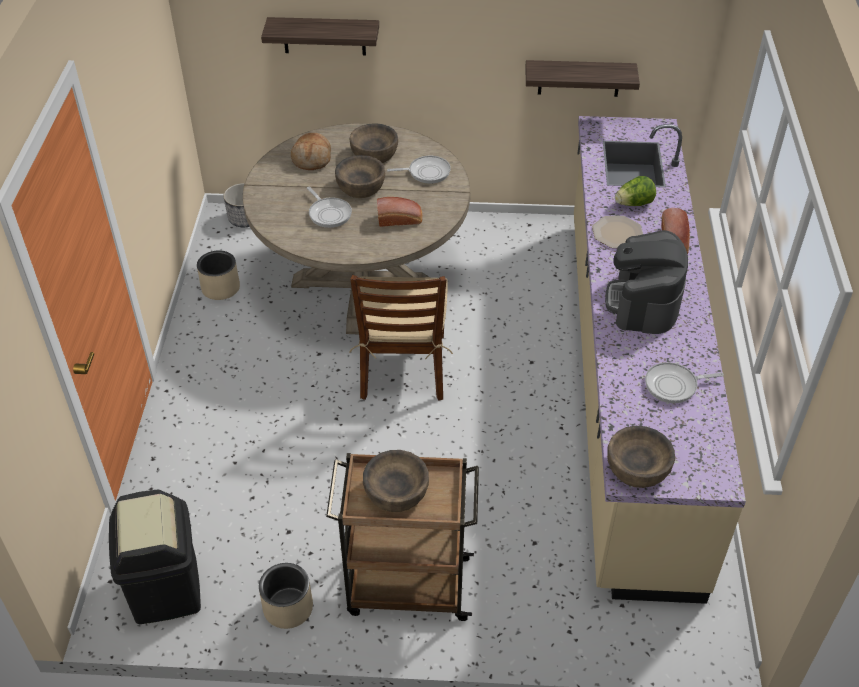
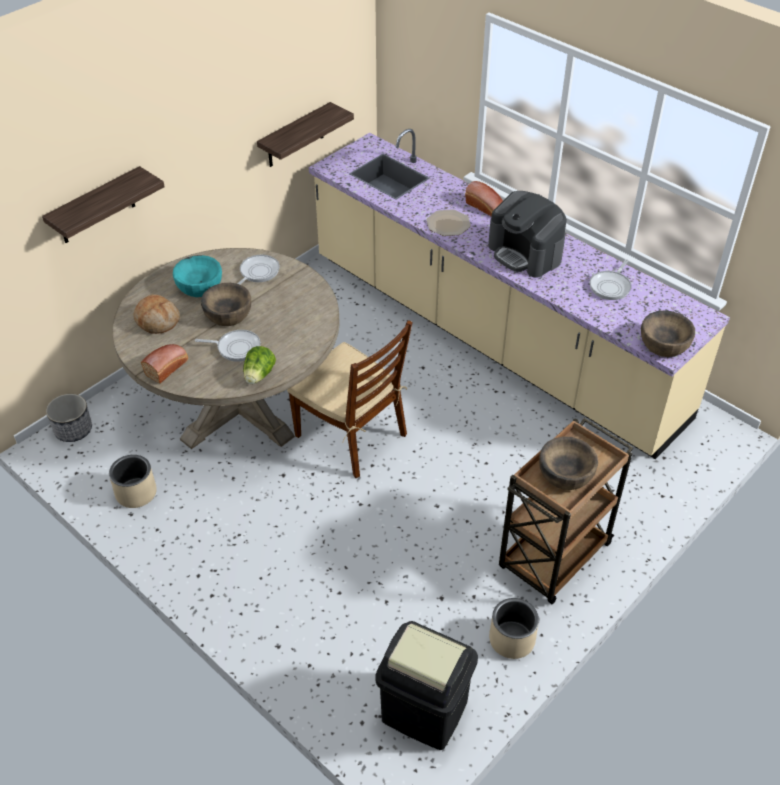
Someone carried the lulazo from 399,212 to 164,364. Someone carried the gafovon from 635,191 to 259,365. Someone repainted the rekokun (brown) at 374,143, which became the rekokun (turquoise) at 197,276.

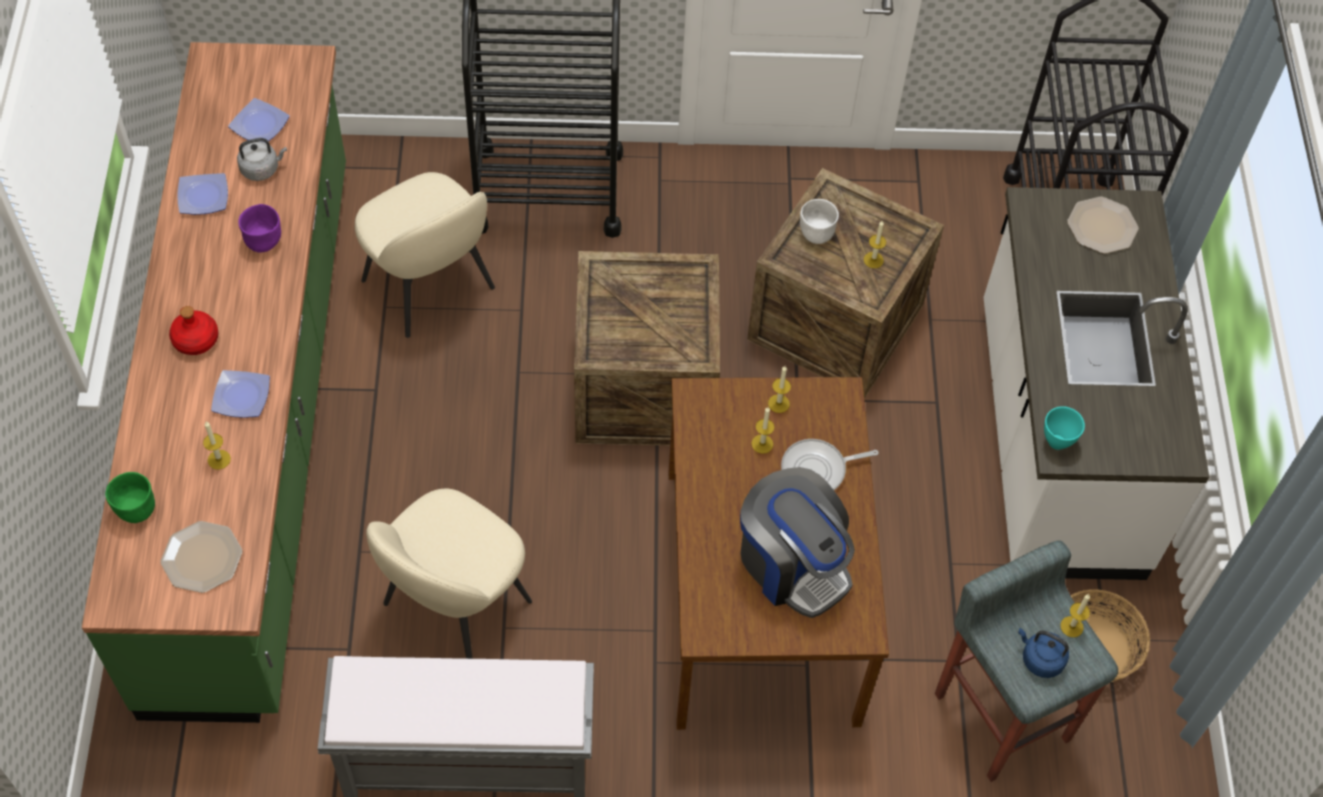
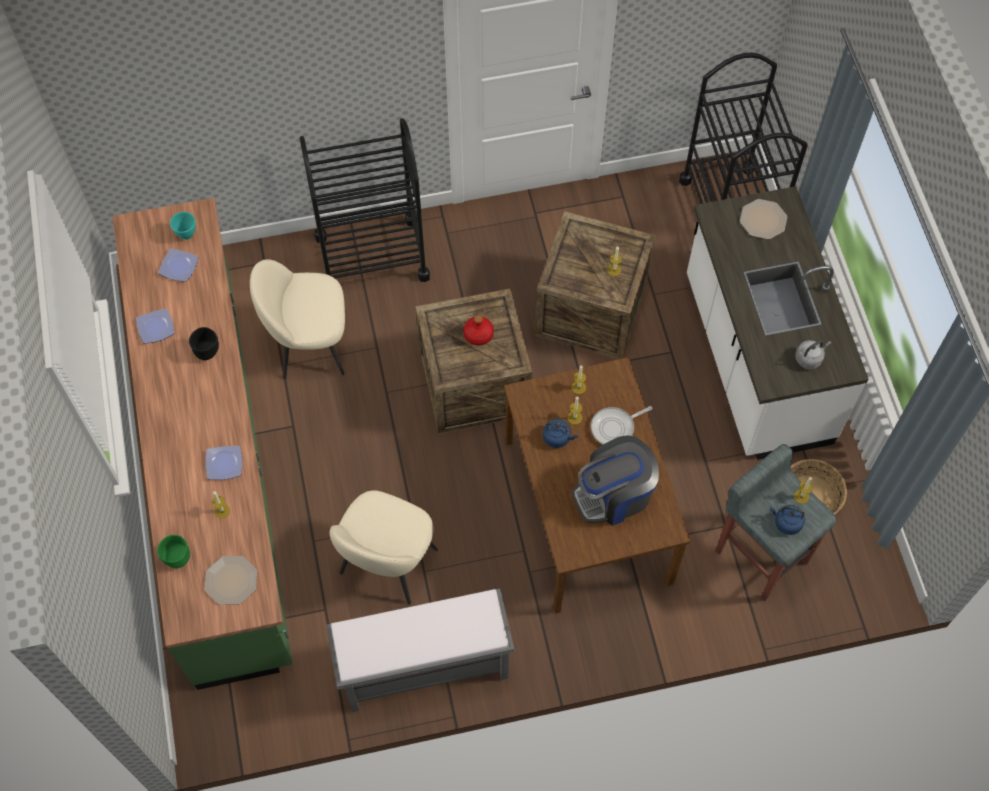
Someone took away the rekokun (white) at 819,221. Someone put down the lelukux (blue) at 560,433. Someone carried the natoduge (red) from 194,330 to 478,330. Someone carried the lelukux (grey) from 262,159 to 813,354. Someone carried the rekokun (turquoise) from 1064,428 to 183,226. Someone repainted the rekokun (purple) at 259,228, which became the rekokun (black) at 204,343. Someone rotated the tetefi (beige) at 425,255 by 135 degrees clockwise. Someone rotated the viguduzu at 797,542 by 120 degrees clockwise.

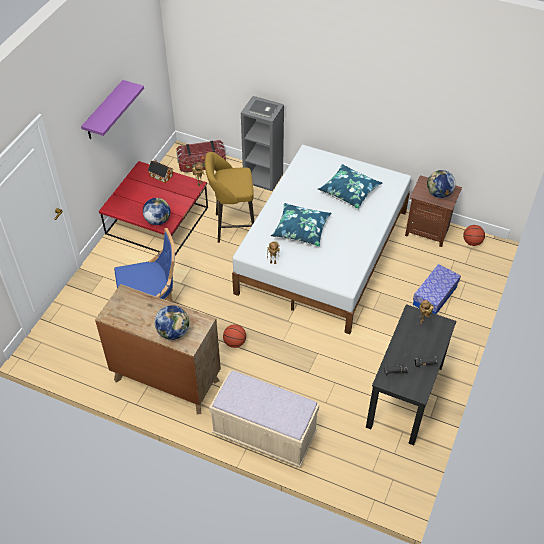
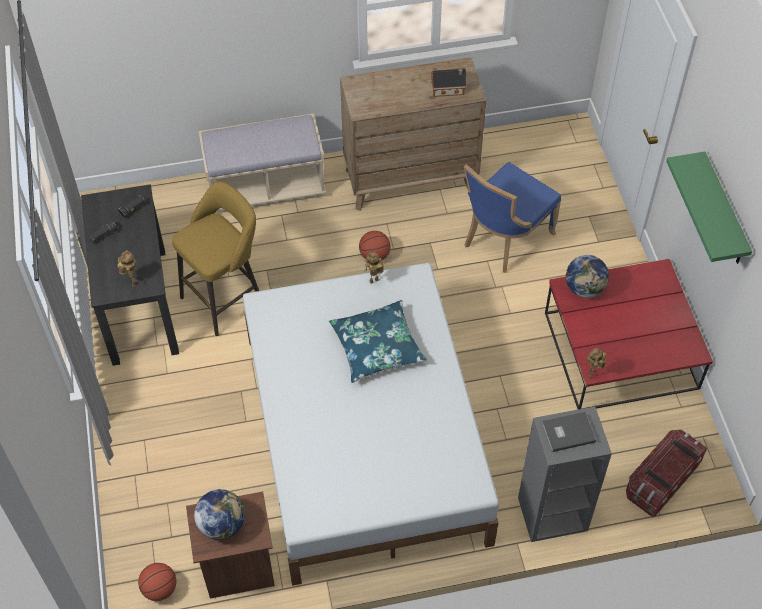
Someone took away the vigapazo at 172,322. Someone took away the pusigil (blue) at 350,186. Someone took away the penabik at 437,289. Someone carried the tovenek from 160,171 to 449,82. Someone carried the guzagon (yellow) from 229,197 to 215,258. Someone repainted the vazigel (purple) at 112,109, which became the vazigel (green) at 709,208.

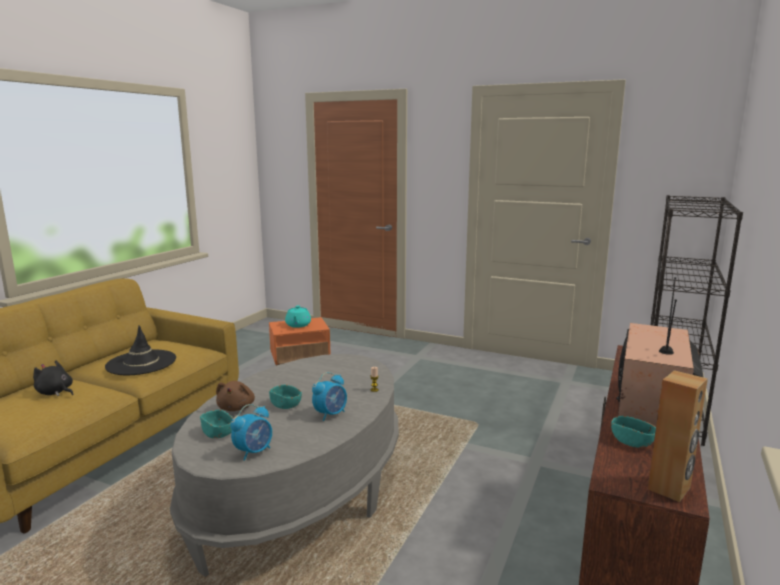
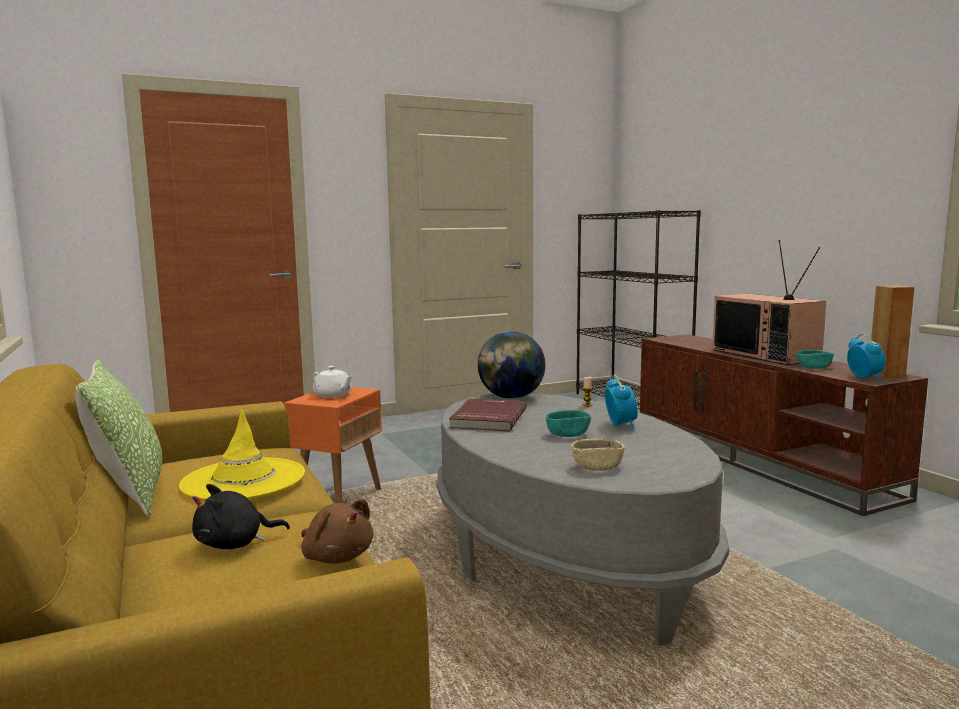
Someone put down the pusigil at 119,438. Someone put down the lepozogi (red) at 487,415. Someone put down the vigapazo at 511,365. Someone carried the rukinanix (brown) from 235,396 to 337,531. Someone carried the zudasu from 251,432 to 866,357. Someone repainted the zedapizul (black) at 140,350, which became the zedapizul (yellow) at 242,454. Someone repainted the rekokun (turquoise) at 216,424, which became the rekokun (beige) at 598,455. Someone repainted the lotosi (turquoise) at 298,316, which became the lotosi (white) at 333,382.

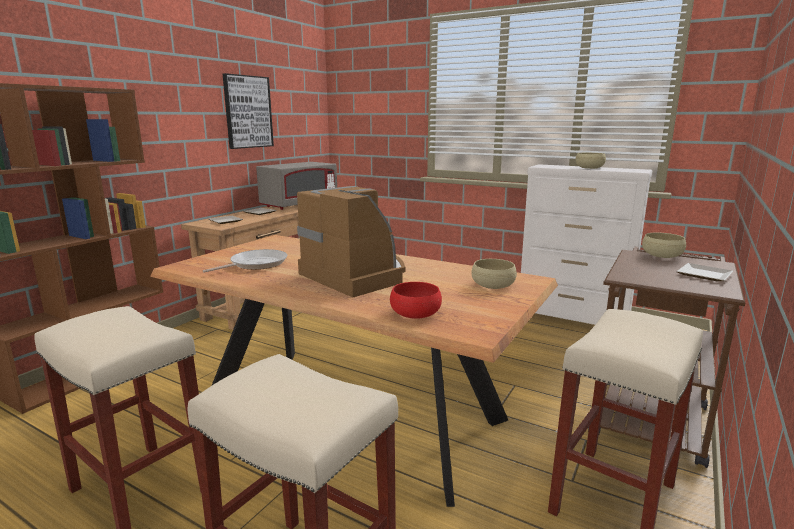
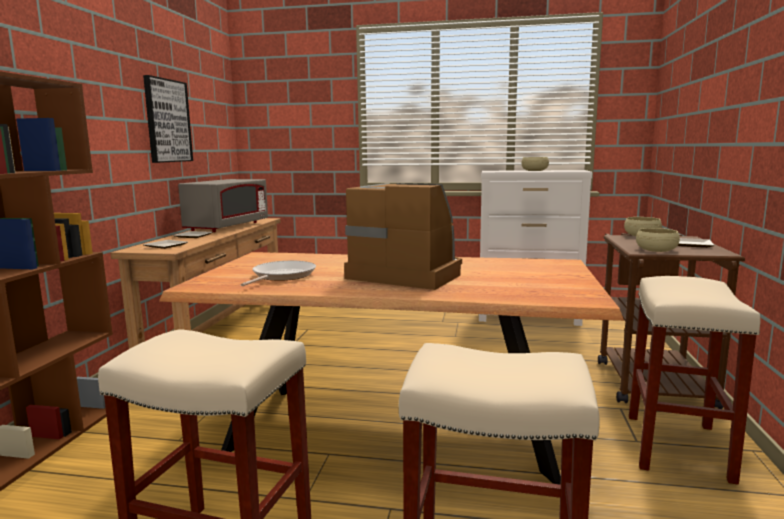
Someone took away the rekokun (red) at 416,300. Someone carried the rekokun (beige) from 494,274 to 658,240.

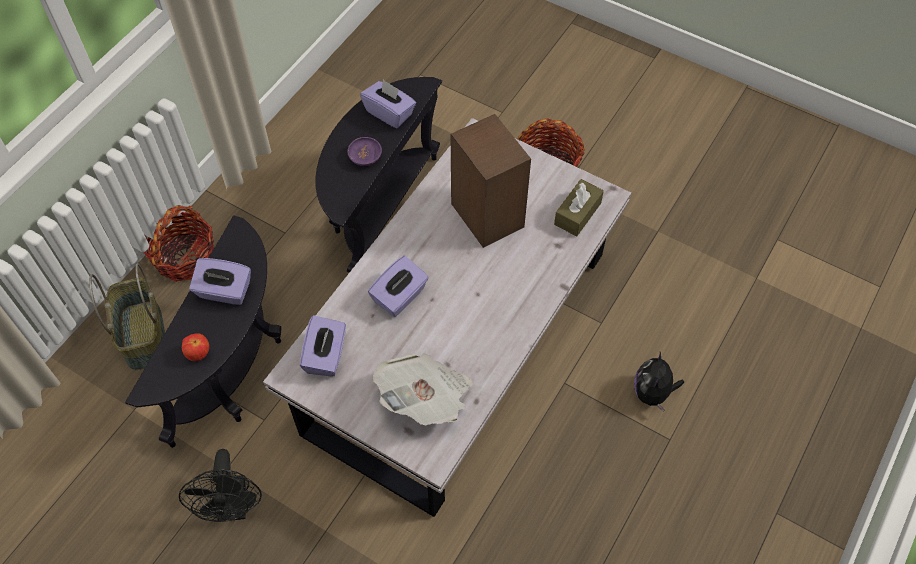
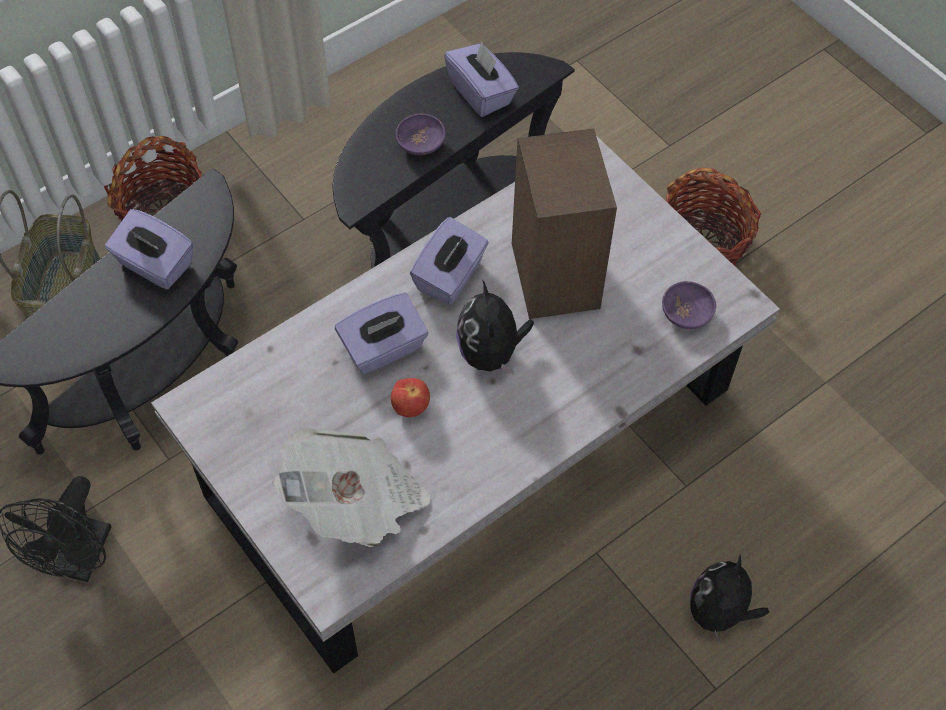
Someone put down the rukinanix at 495,328. Someone carried the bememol from 195,347 to 410,398. Someone carried the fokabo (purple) from 323,346 to 449,261. Someone swapped the fokabo (brown) at 579,207 for the rekokun (purple) at 689,305.

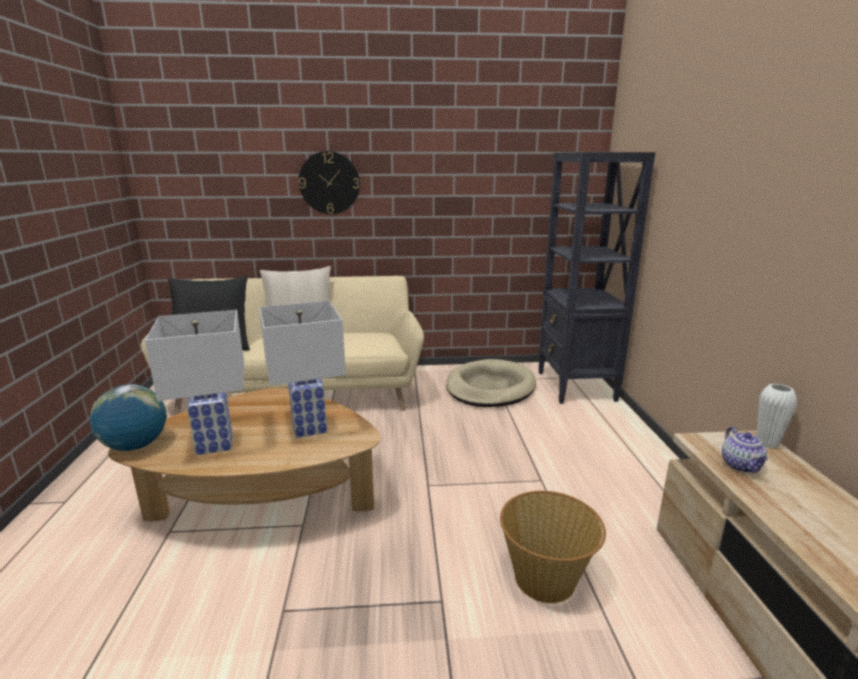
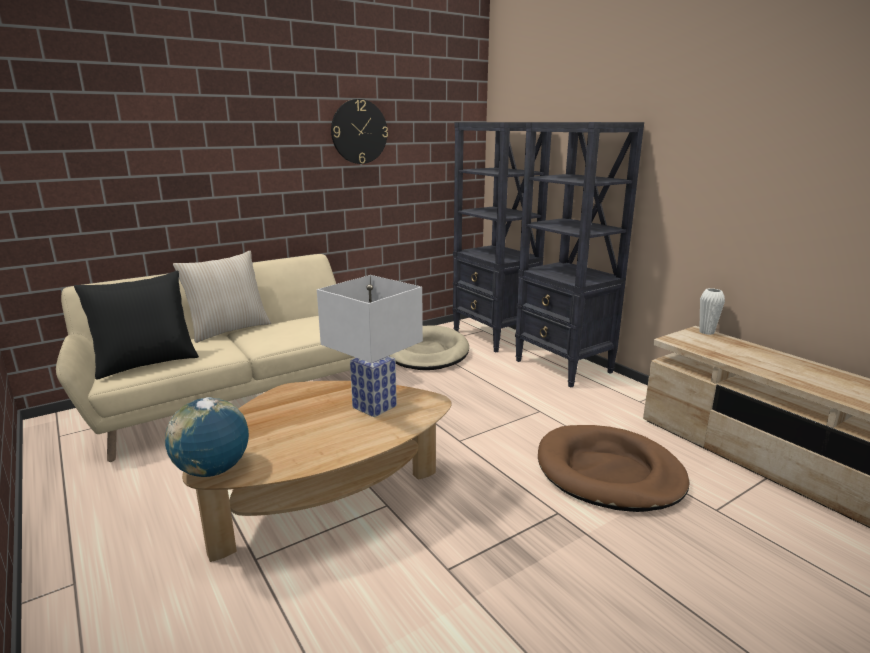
Someone took away the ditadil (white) at 194,383. Someone took away the lotosi at 745,450. Someone put down the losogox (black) at 579,254. Someone carried the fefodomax from 329,182 to 359,131. Someone swapped the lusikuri at 553,547 for the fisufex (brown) at 614,468.

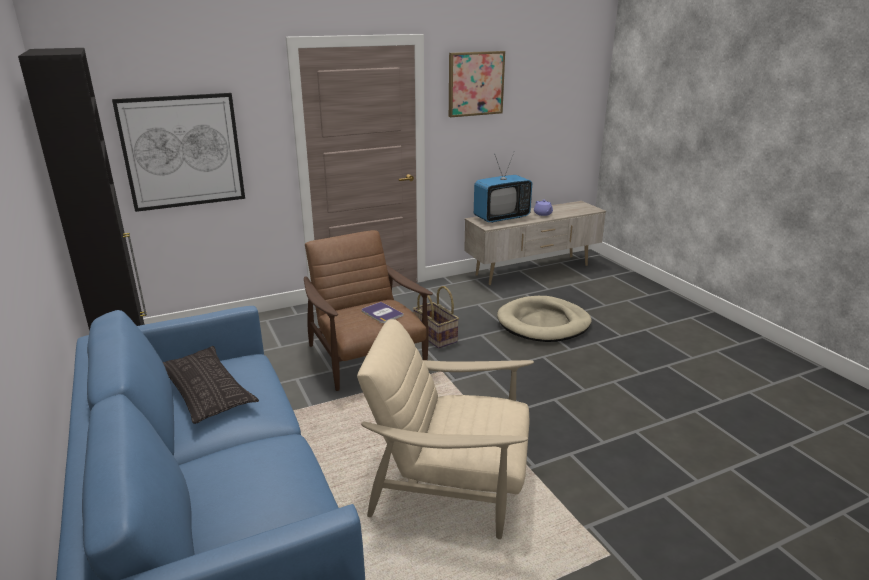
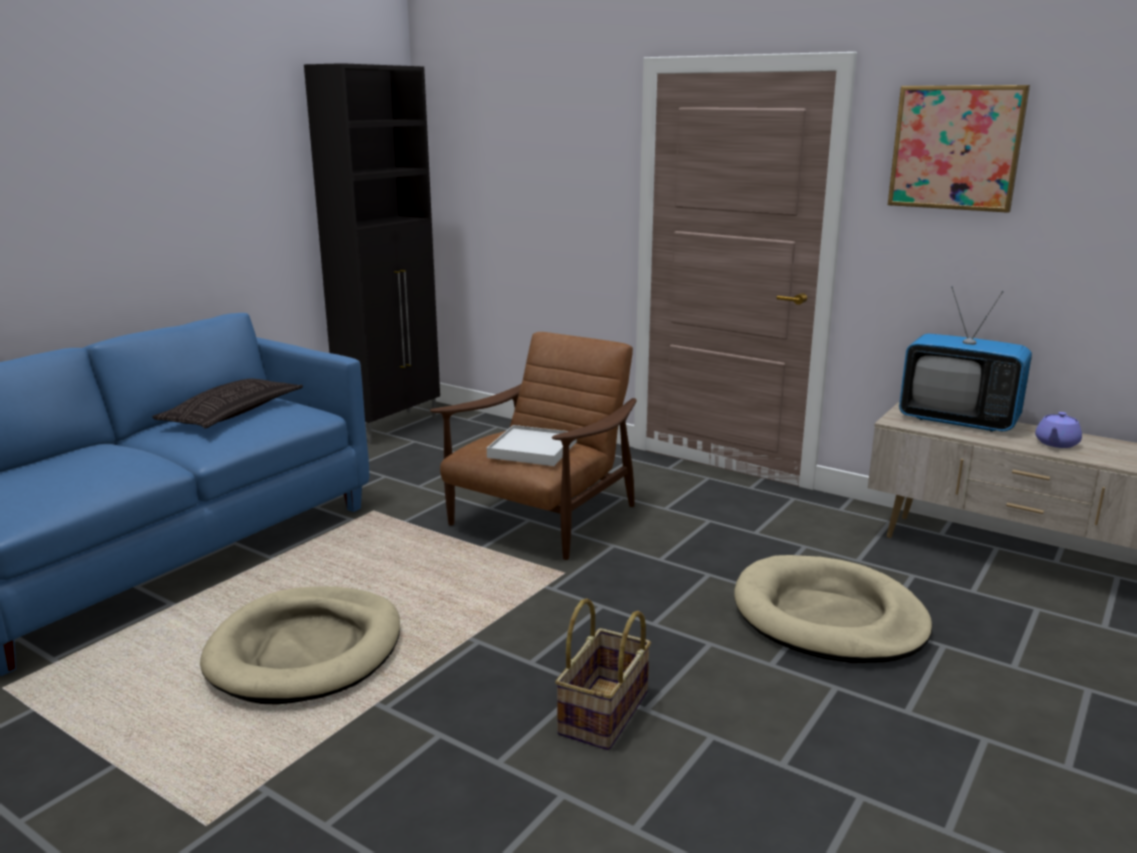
Someone took away the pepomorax at 178,152. Someone carried the lusikuri from 436,317 to 603,674. Someone swapped the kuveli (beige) at 445,429 for the fisufex (beige) at 300,646. Someone swapped the lepozogi at 383,312 for the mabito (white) at 532,445.

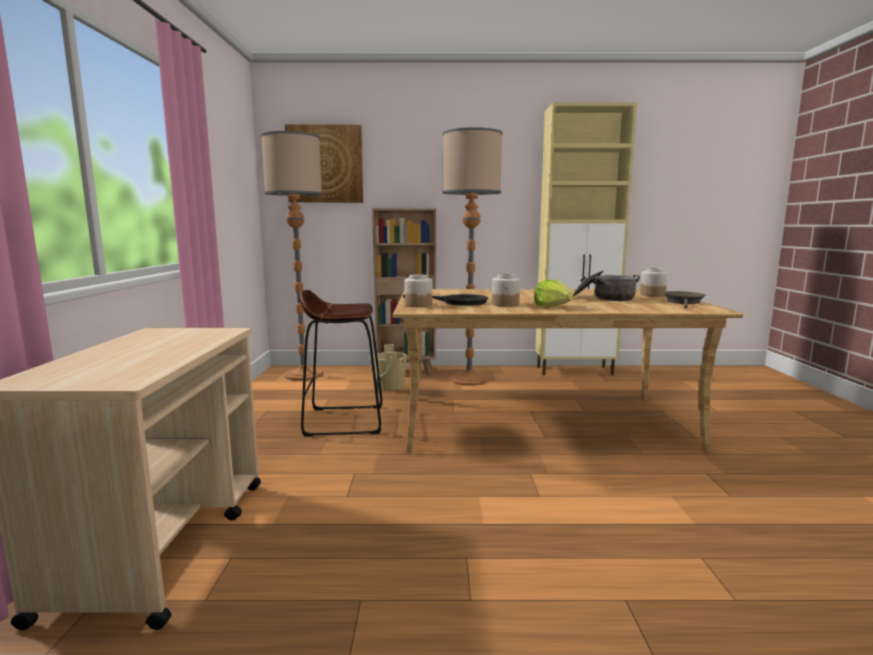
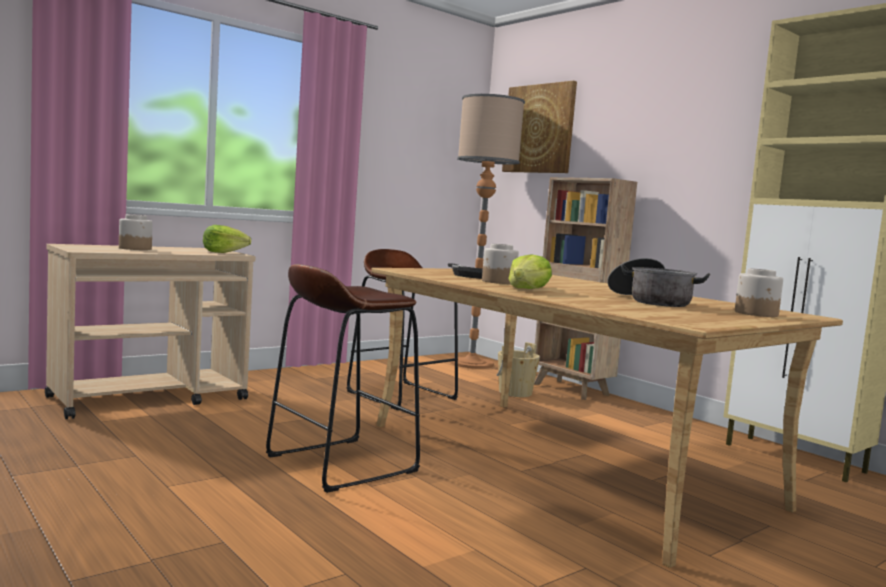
Someone took away the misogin at 473,256. Someone took away the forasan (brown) at 684,299. Someone put down the gafovon at 227,239. Someone put down the guzagon (brown) at 343,378. Someone carried the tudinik from 418,290 to 136,232.

